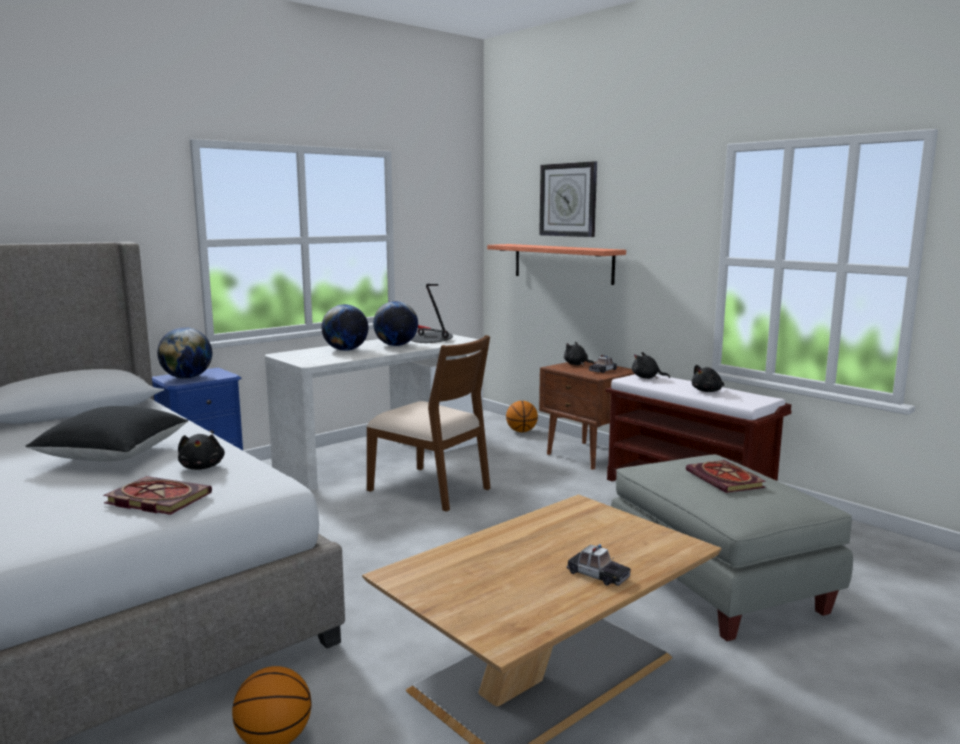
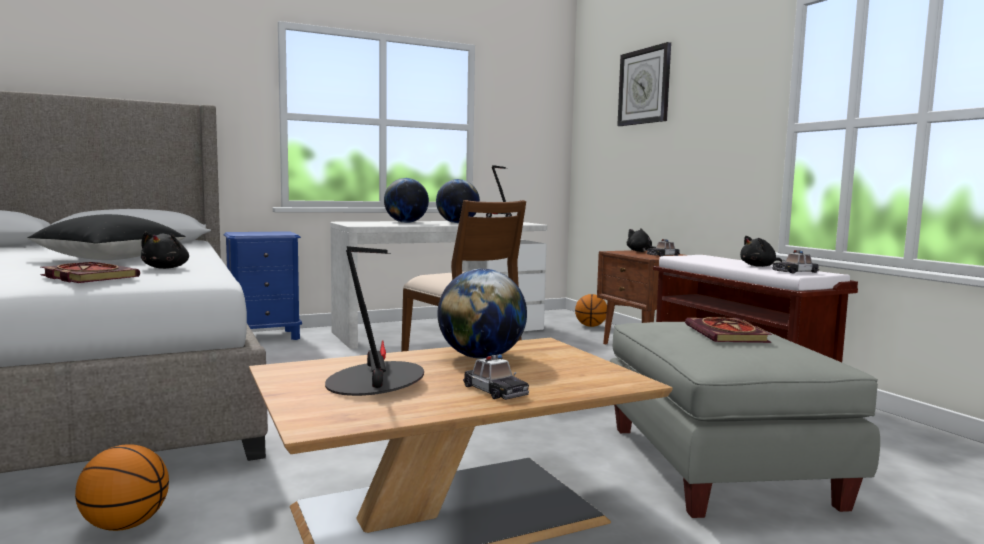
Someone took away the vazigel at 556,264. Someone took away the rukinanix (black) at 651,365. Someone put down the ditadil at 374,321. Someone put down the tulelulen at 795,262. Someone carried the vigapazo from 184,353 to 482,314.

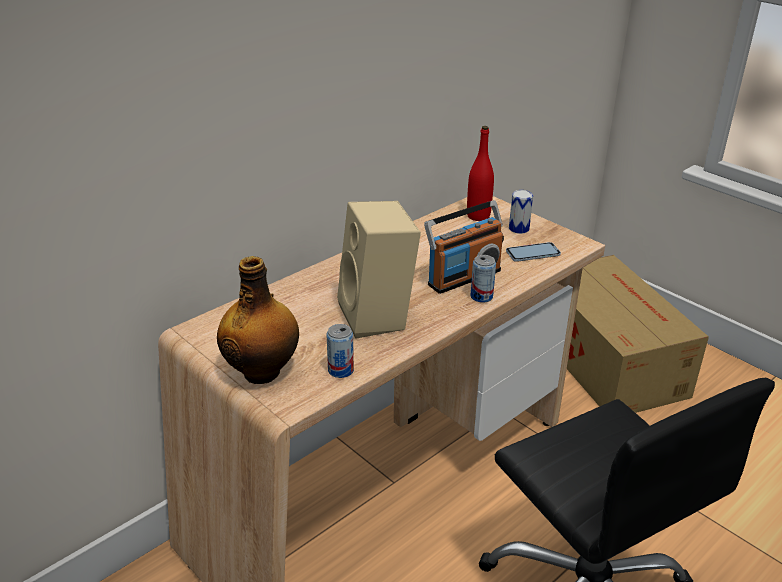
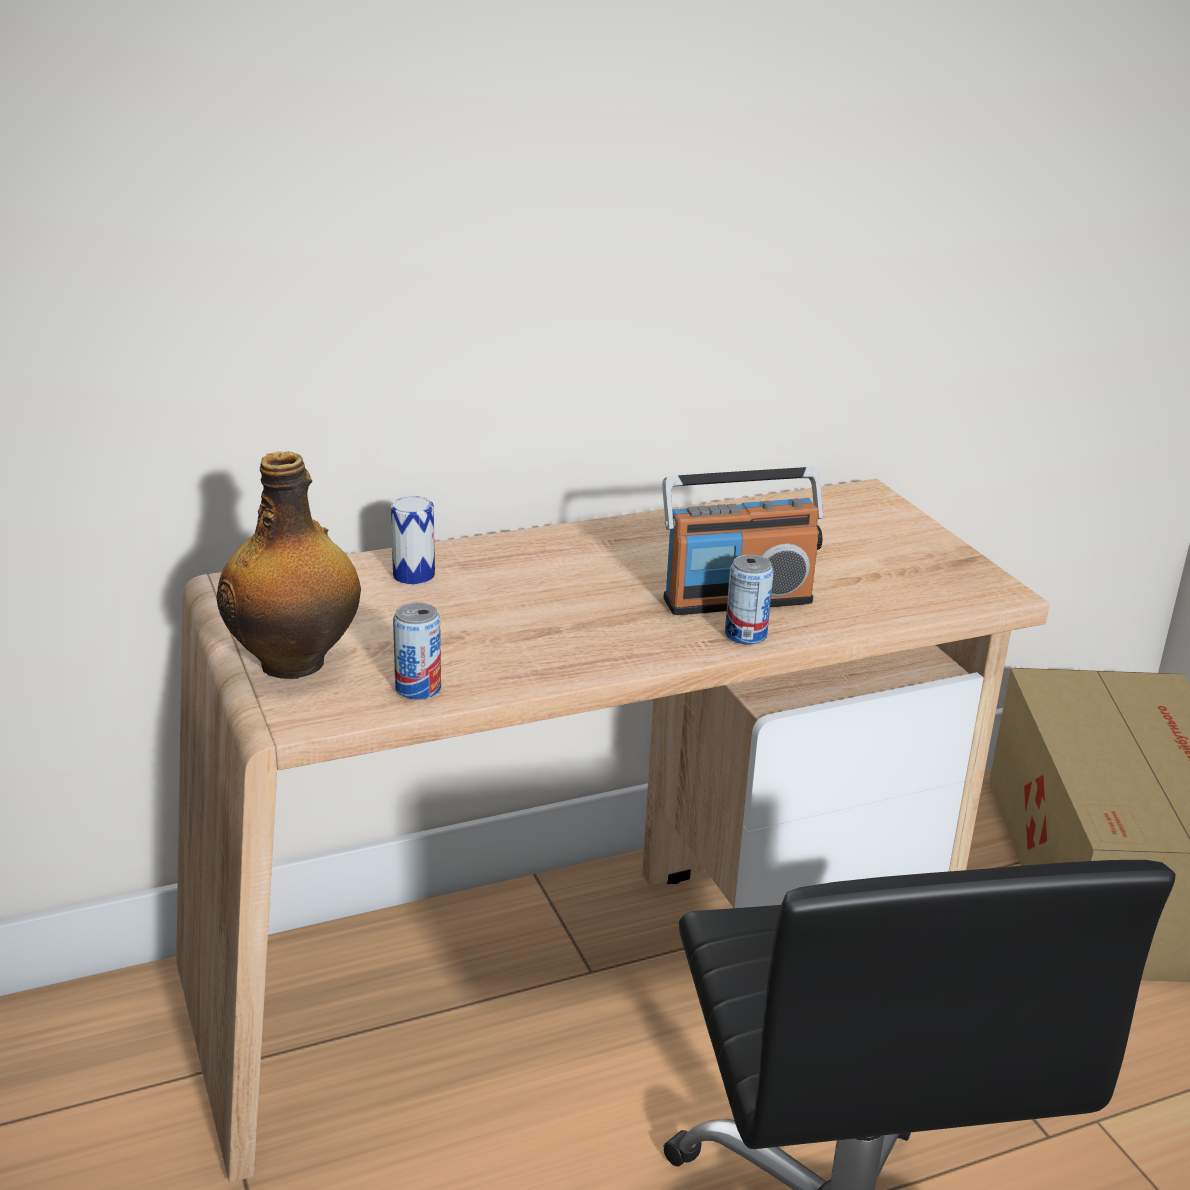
Someone took away the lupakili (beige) at 379,270. Someone took away the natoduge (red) at 480,173. Someone took away the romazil at 533,252. Someone carried the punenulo from 521,212 to 413,540.

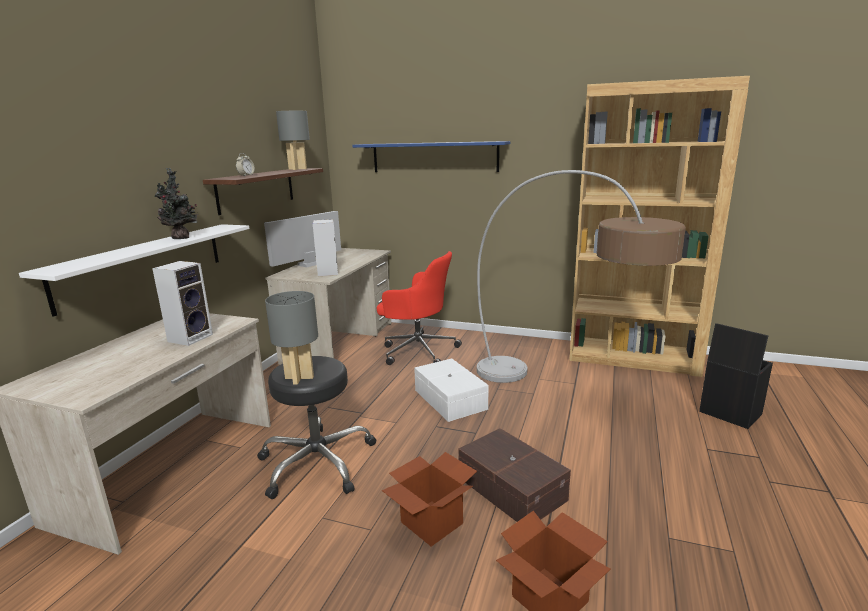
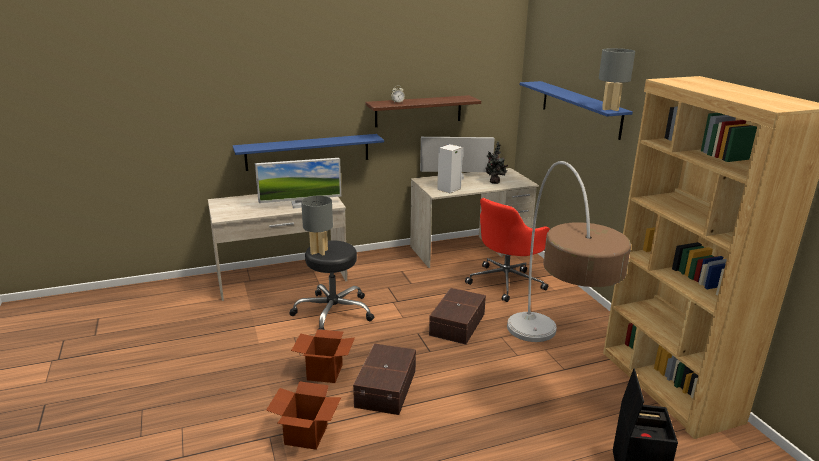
Someone carried the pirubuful from 177,203 to 497,162. Someone carried the ditadil (grey) from 293,140 to 617,79. Someone swapped the lupakili at 182,303 for the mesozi at 298,183. Someone repainted the vazigel (white) at 134,270, which became the vazigel (blue) at 308,152. Someone repainted the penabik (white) at 451,390, which became the penabik (brown) at 457,316. Someone rotated the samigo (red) at 419,308 by 60 degrees clockwise.

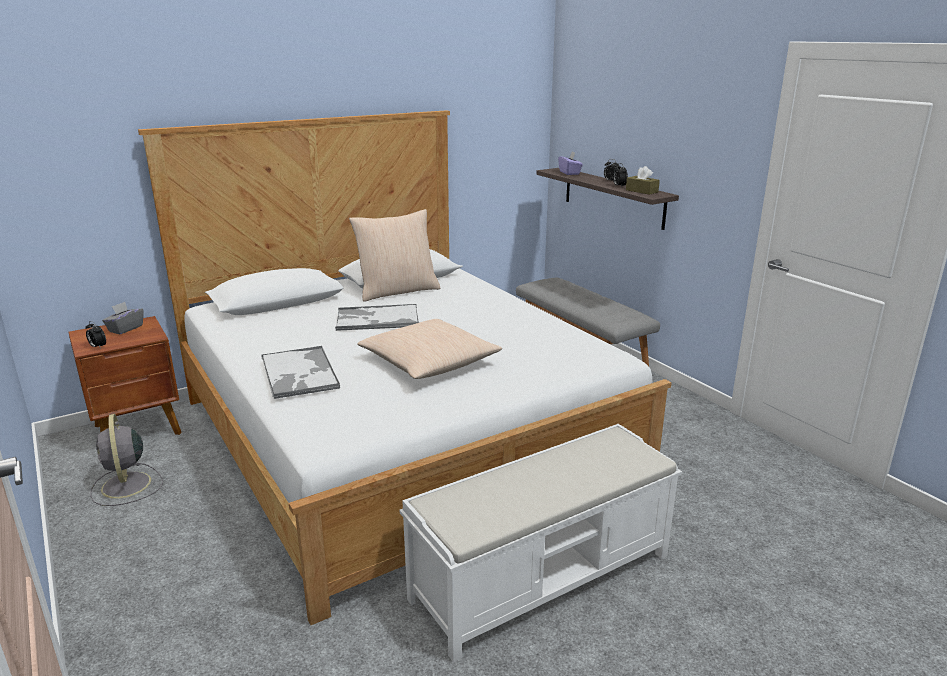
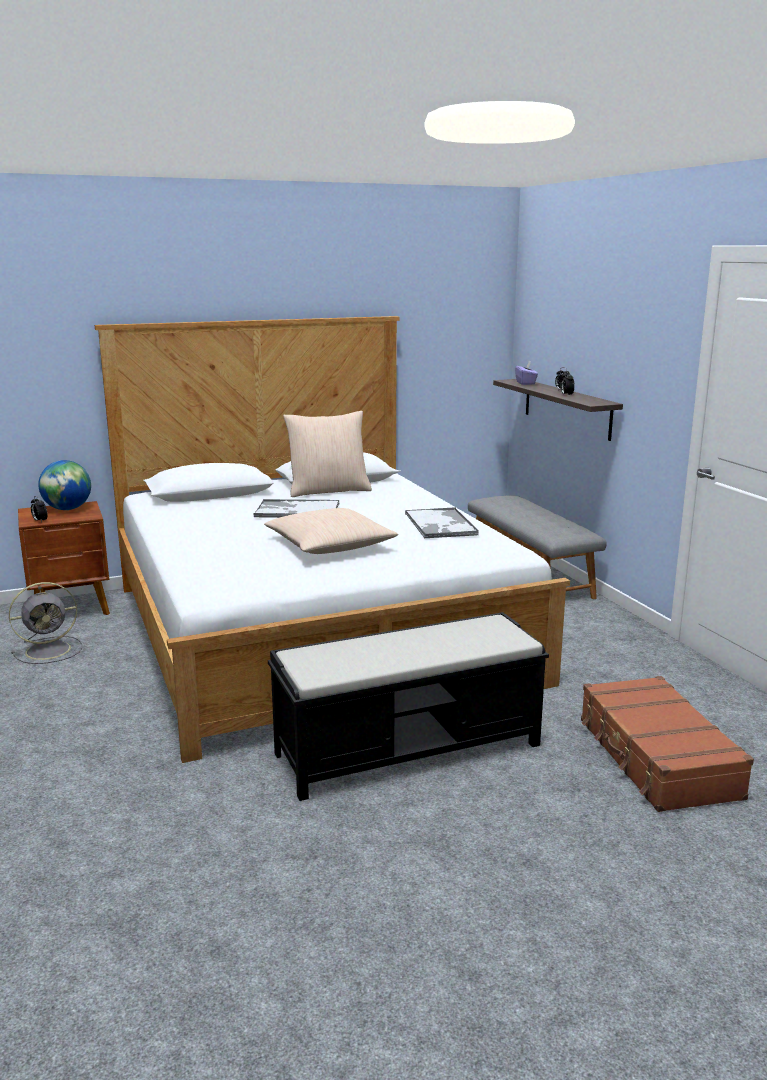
Someone took away the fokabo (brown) at 643,180. Someone put down the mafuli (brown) at 667,744. Someone carried the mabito from 300,372 to 442,522. Someone swapped the fokabo (grey) at 123,318 for the vigapazo at 64,485. Someone repainted the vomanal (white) at 541,543, which became the vomanal (black) at 408,706. Someone rotated the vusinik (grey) at 126,460 by 105 degrees counterclockwise.

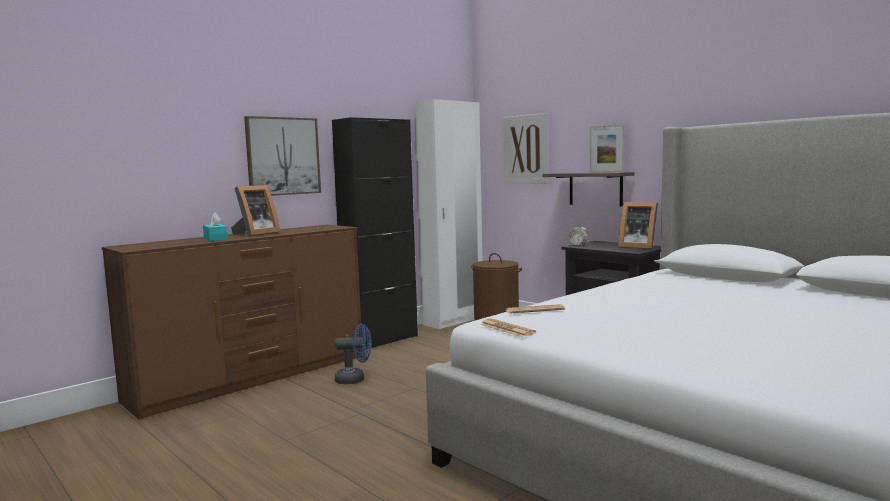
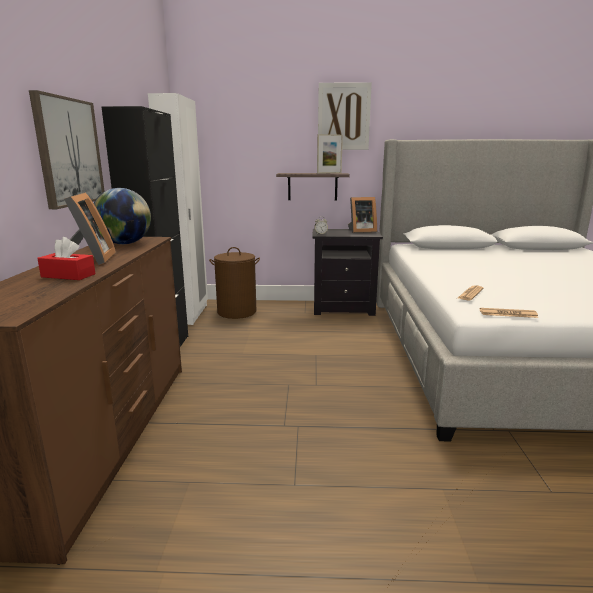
Someone took away the vusinik (blue) at 353,354. Someone put down the vigapazo at 122,216. Someone carried the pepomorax from 526,148 to 345,116. Someone repainted the fokabo (turquoise) at 215,227, which became the fokabo (red) at 66,258.

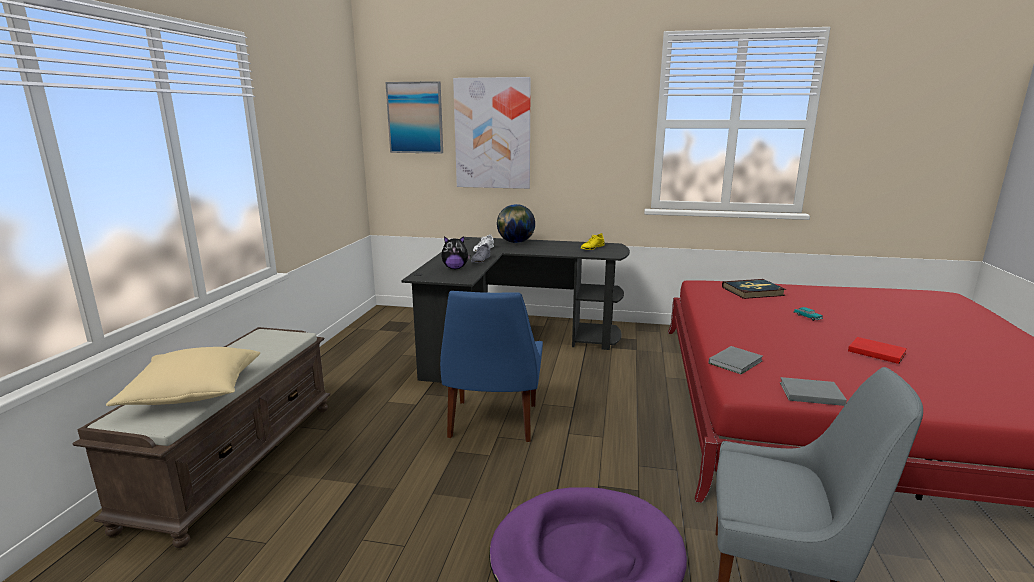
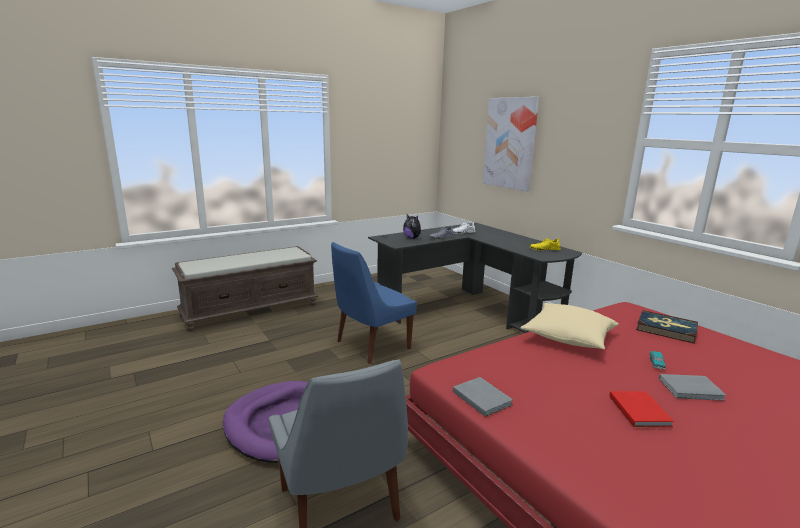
Someone took away the pepomorax at 414,117. Someone took away the vigapazo at 516,223. Someone carried the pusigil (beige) from 183,376 to 569,326. Someone carried the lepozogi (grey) from 736,360 to 693,387.

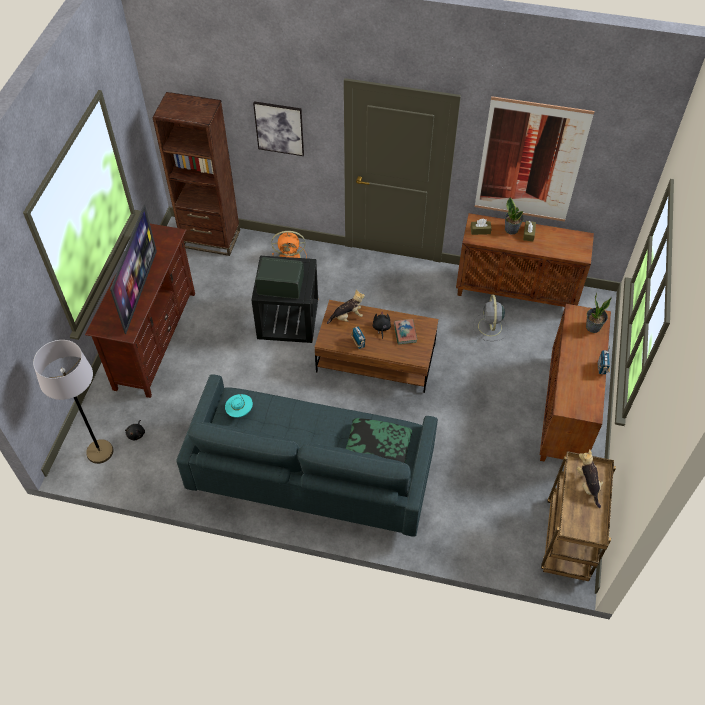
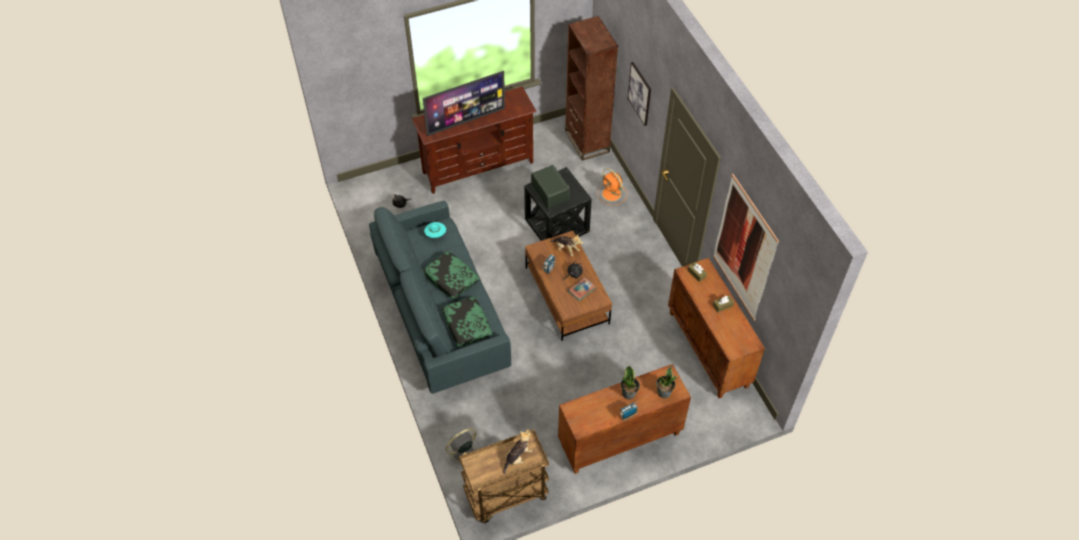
Someone took away the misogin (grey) at 73,402. Someone put down the pusigil at 451,275. Someone carried the vusinik (grey) from 490,318 to 463,448. Someone carried the pirubuful from 514,216 to 630,382.

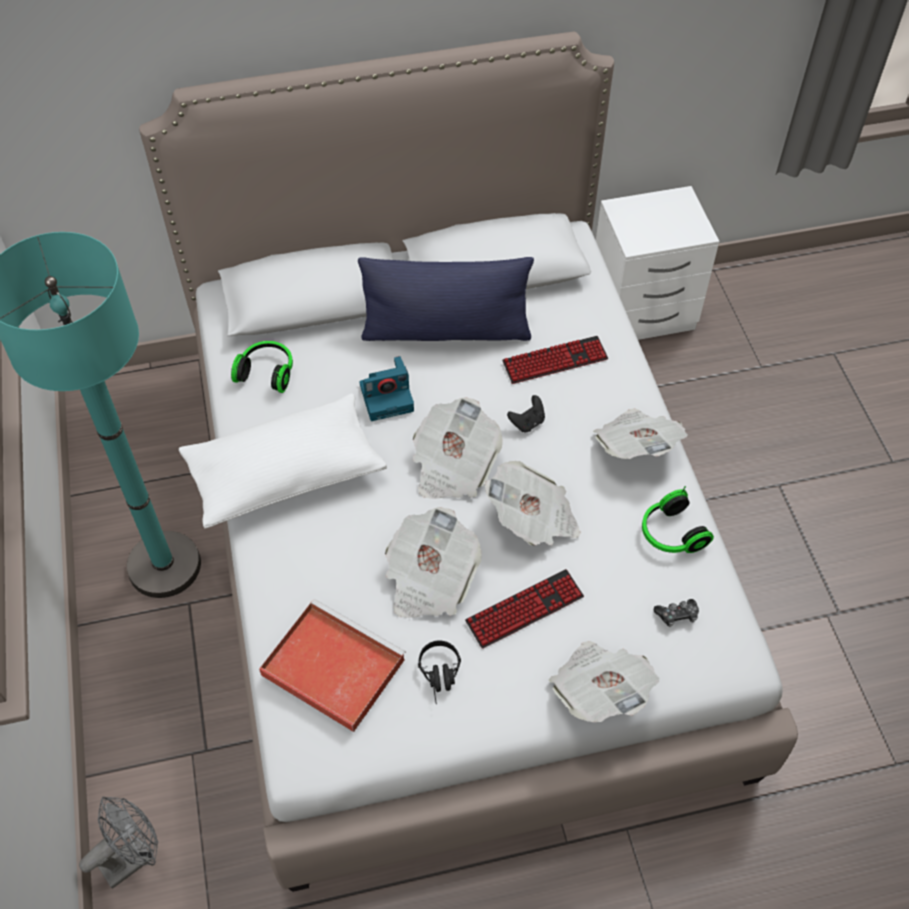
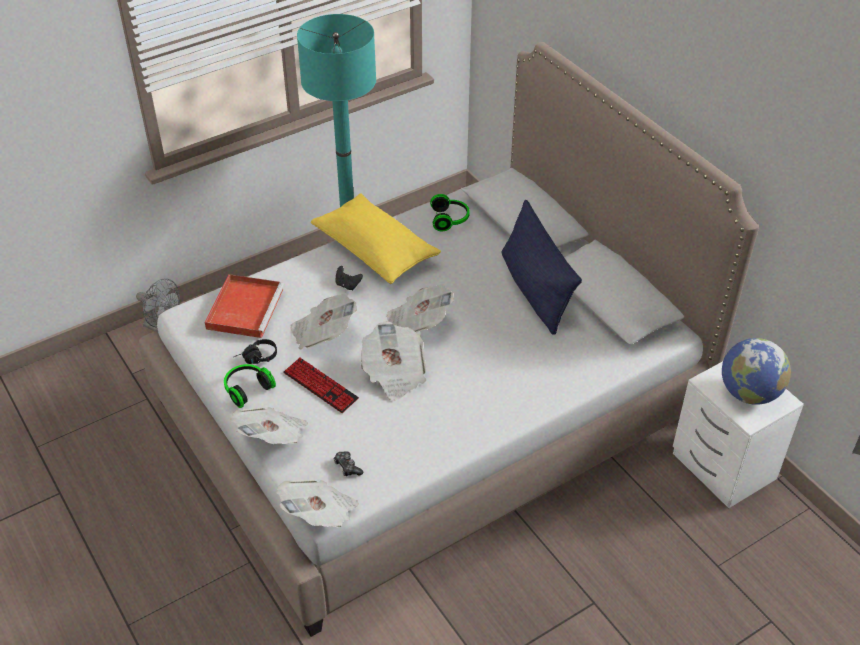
Someone took away the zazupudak at 386,388. Someone took away the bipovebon at 555,360. Someone put down the vigapazo at 756,371. Someone carried the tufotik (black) from 526,413 to 349,278. Someone carried the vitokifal from 640,434 to 318,503. Someone carried the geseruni from 678,519 to 250,386. Someone repainted the pusigil (white) at 283,461, which became the pusigil (yellow) at 376,238.

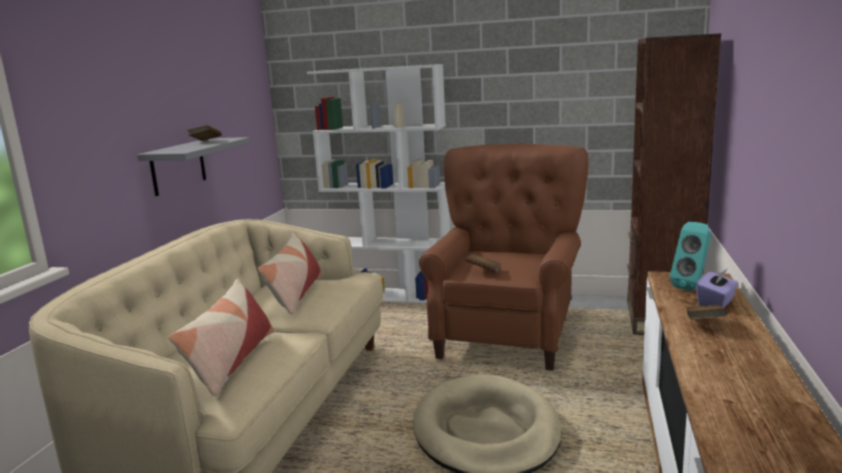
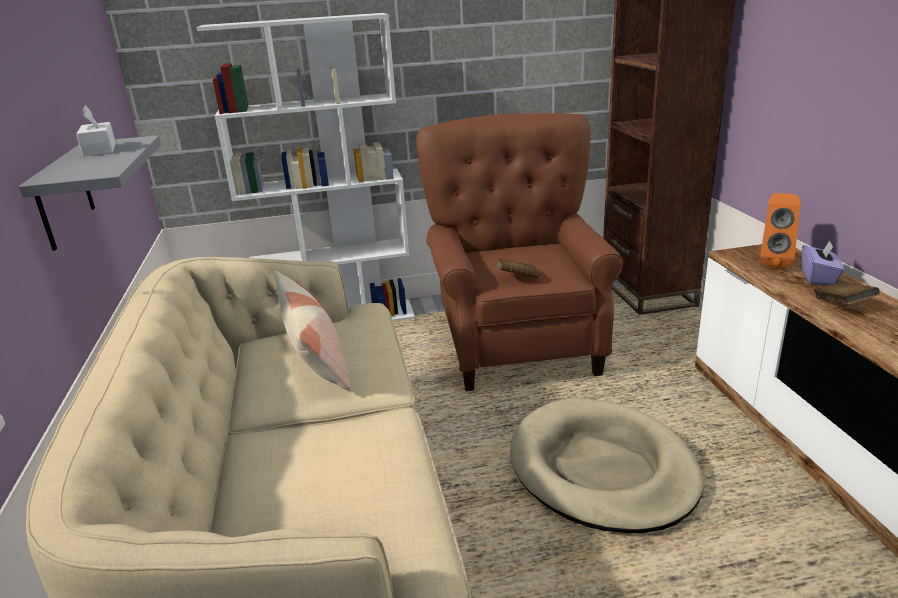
Someone took away the pusigil at 221,337. Someone swapped the lepozogi (brown) at 205,133 for the fokabo (white) at 96,131. Someone repainted the lupakili (turquoise) at 690,256, which became the lupakili (orange) at 780,230.

